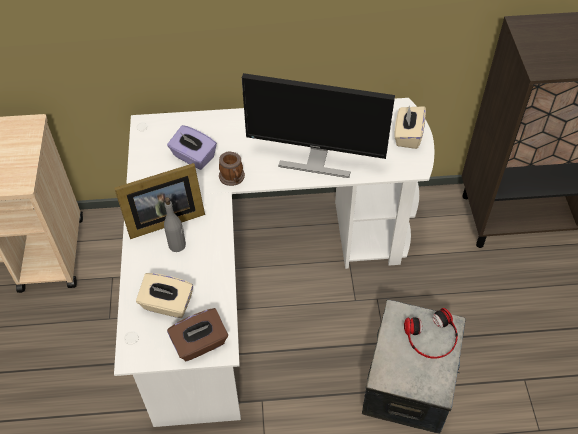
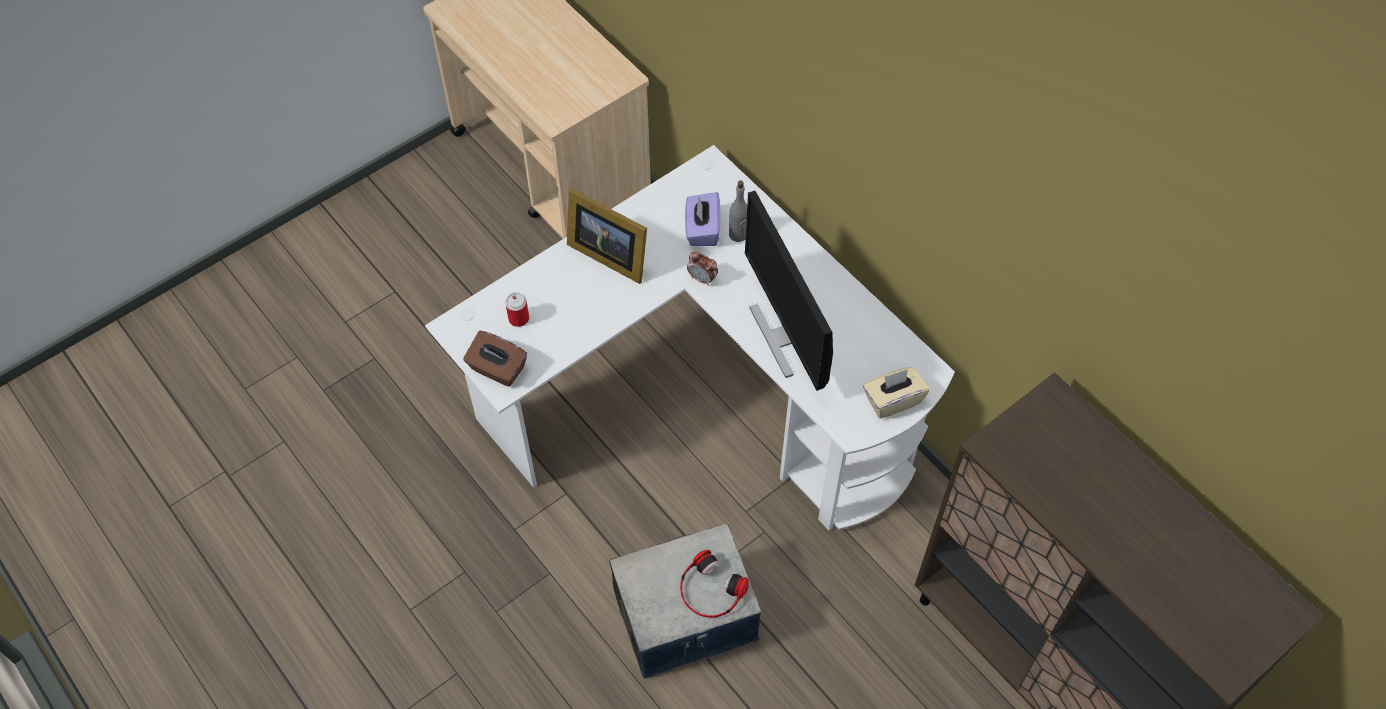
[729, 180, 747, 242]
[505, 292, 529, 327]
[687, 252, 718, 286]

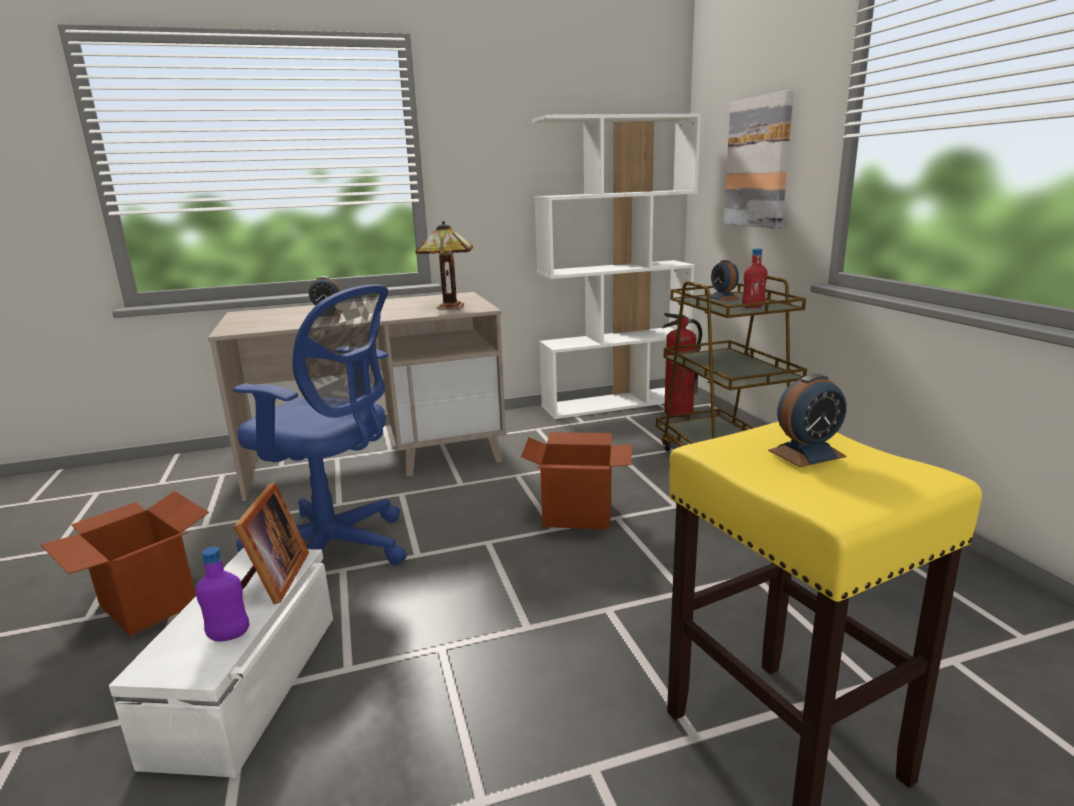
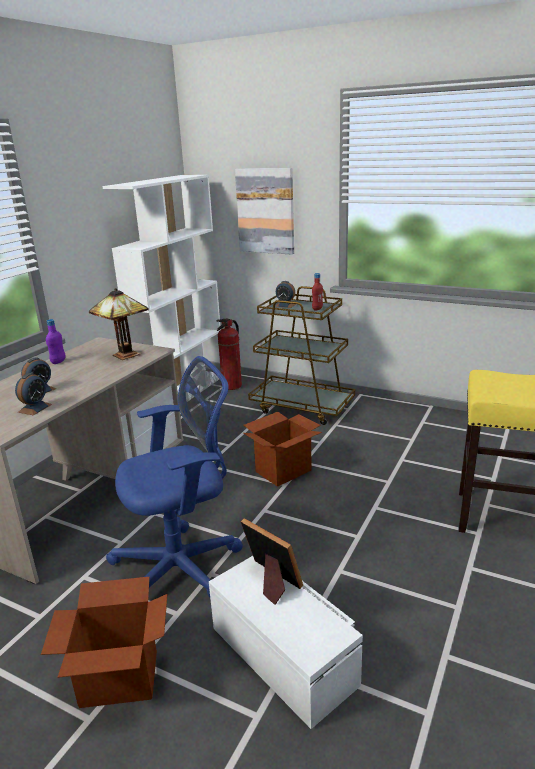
[46, 319, 66, 364]
[15, 373, 52, 415]

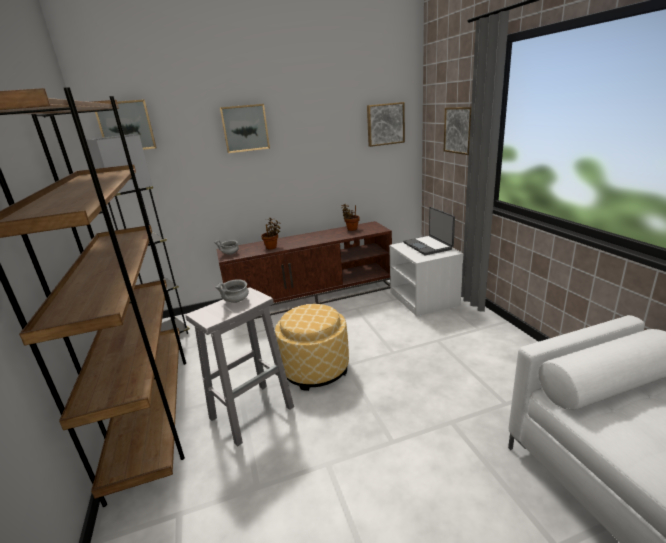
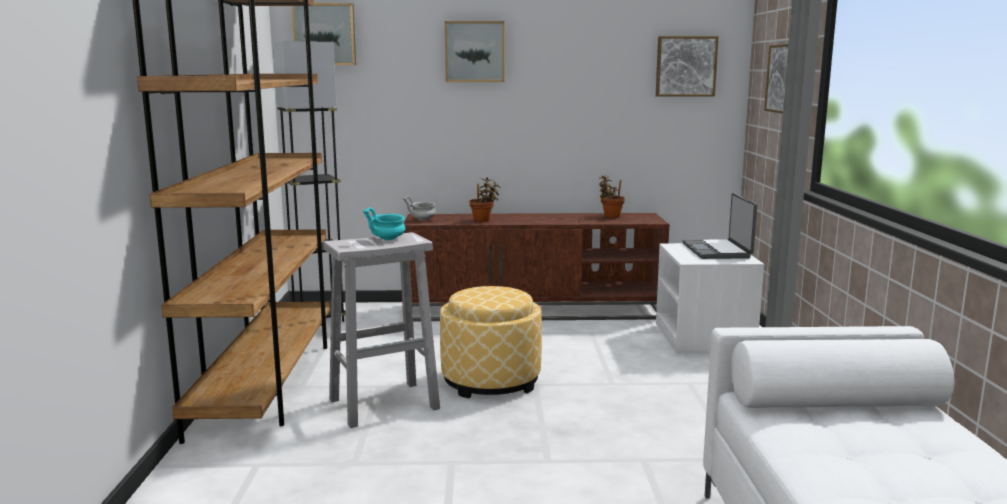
[363, 207, 405, 240]

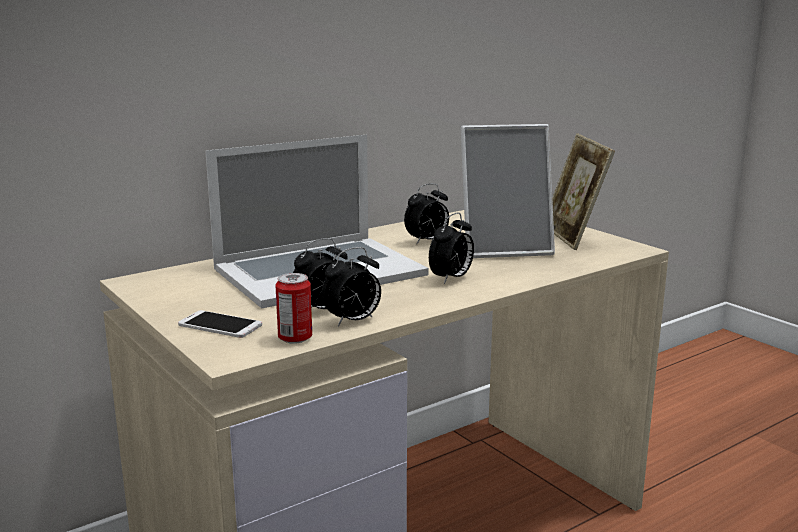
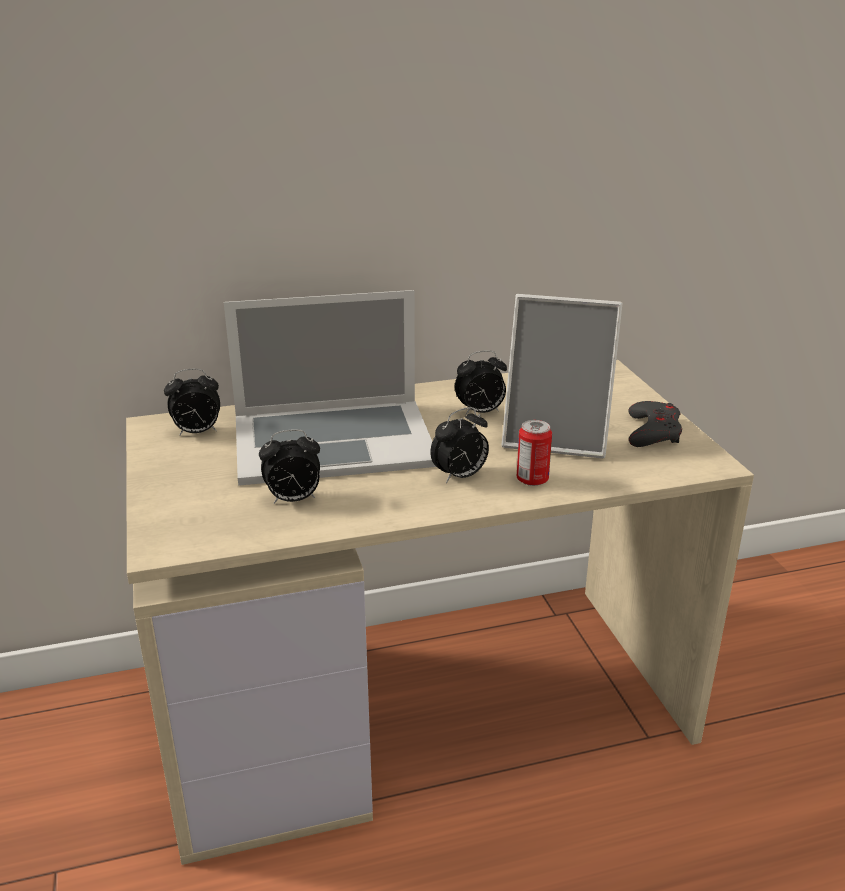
[178, 310, 262, 338] (first image)
[517, 420, 552, 486]
[164, 369, 220, 436]
[628, 401, 682, 447]

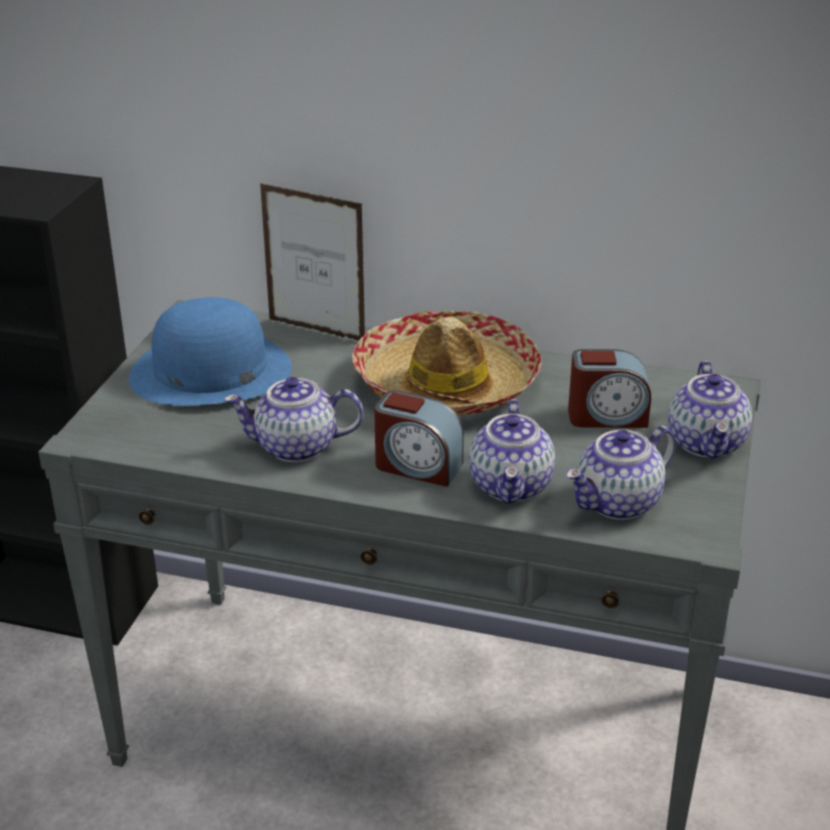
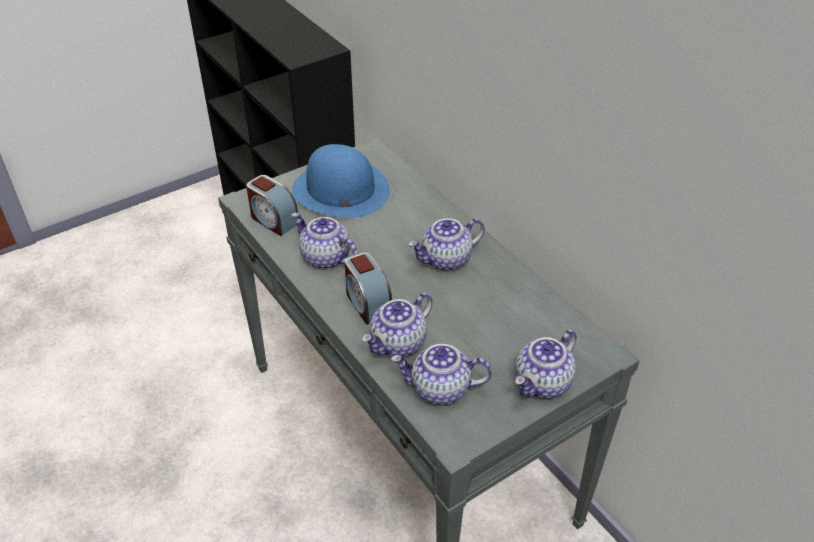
[260, 183, 365, 340] (first image)
[246, 175, 298, 236]
[409, 218, 485, 271]

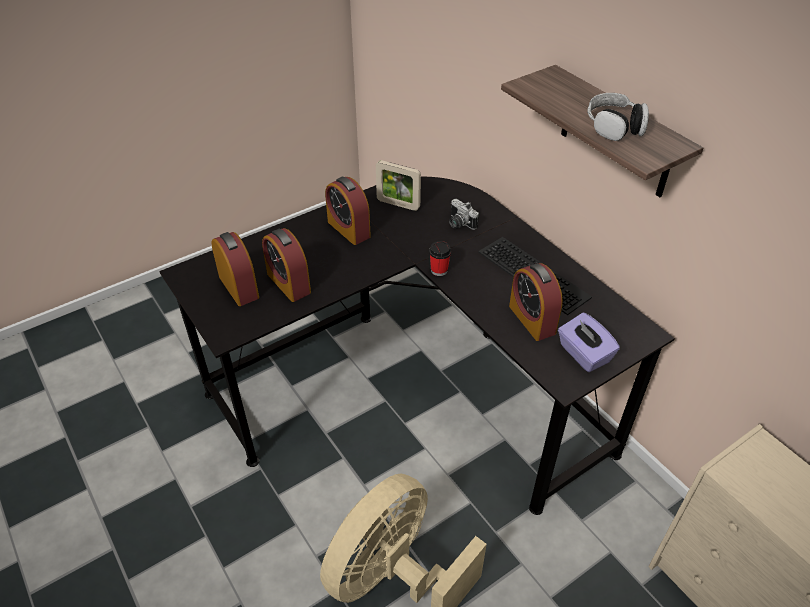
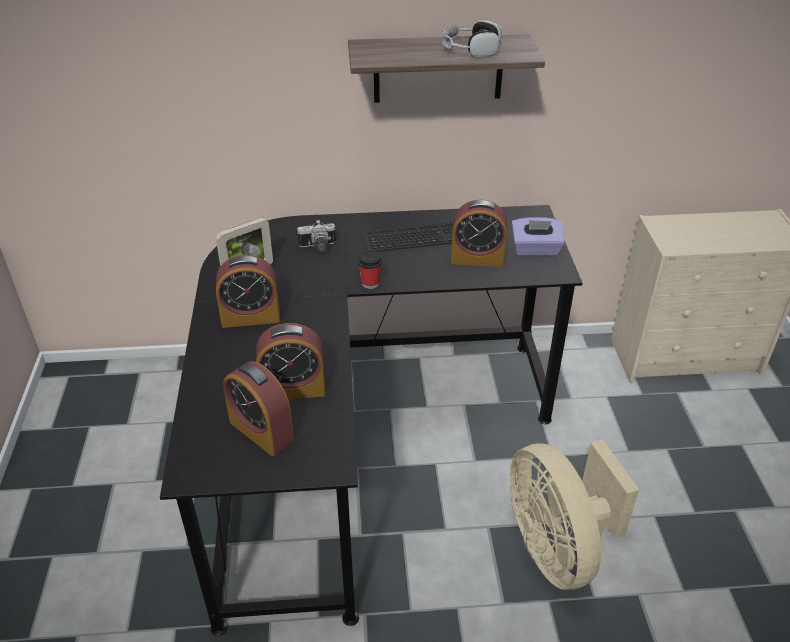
[223, 361, 294, 456]

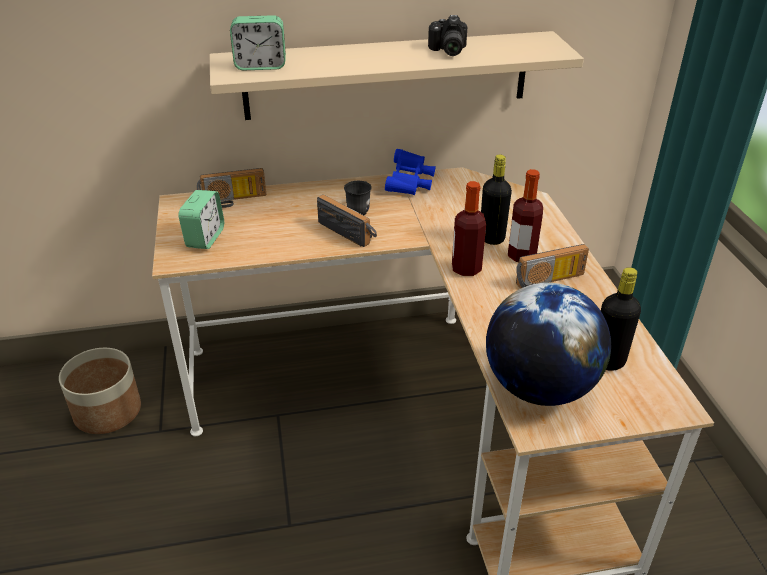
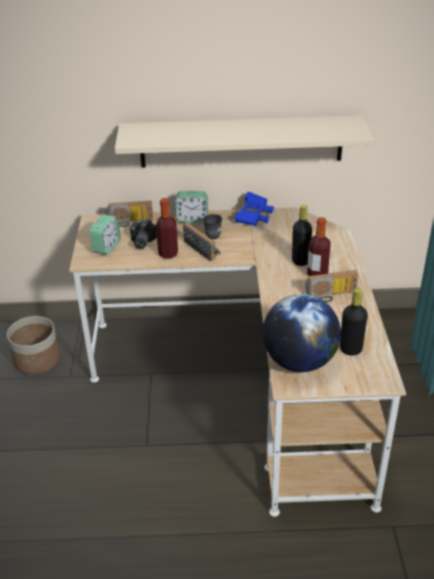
[175, 191, 208, 223]
[130, 219, 157, 249]
[156, 198, 178, 259]

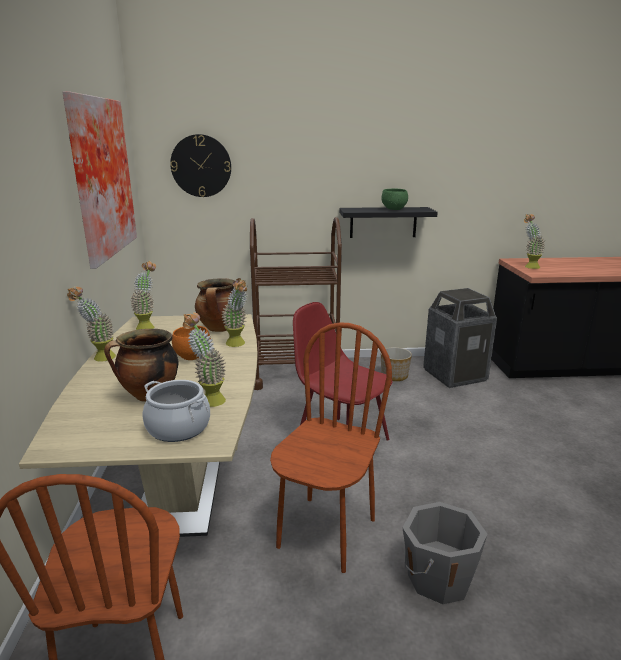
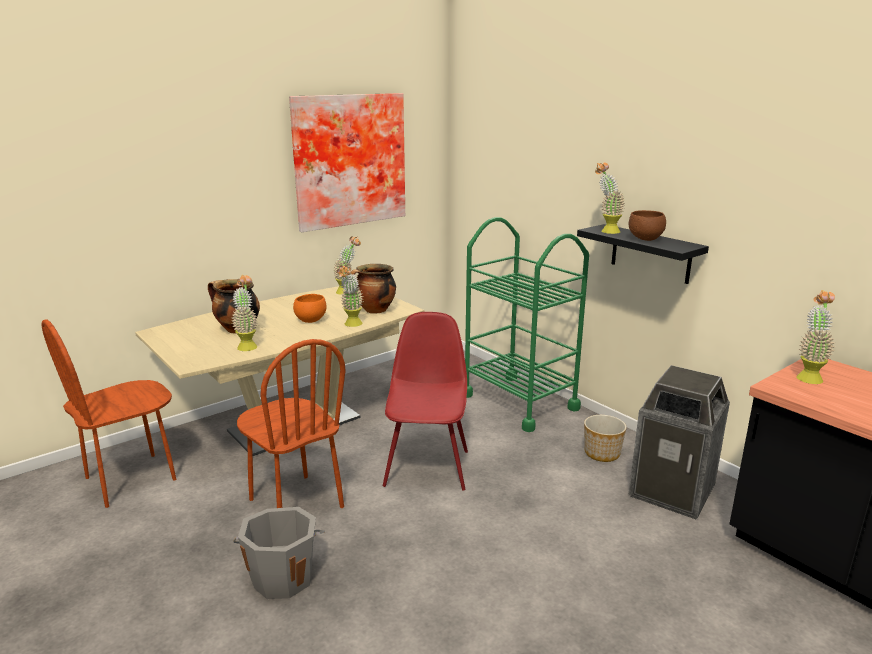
[143, 380, 210, 442] (first image)
[170, 134, 231, 197] (first image)
[595, 162, 625, 234]
[465, 217, 589, 432]
[629, 210, 666, 241]
[237, 339, 346, 508]

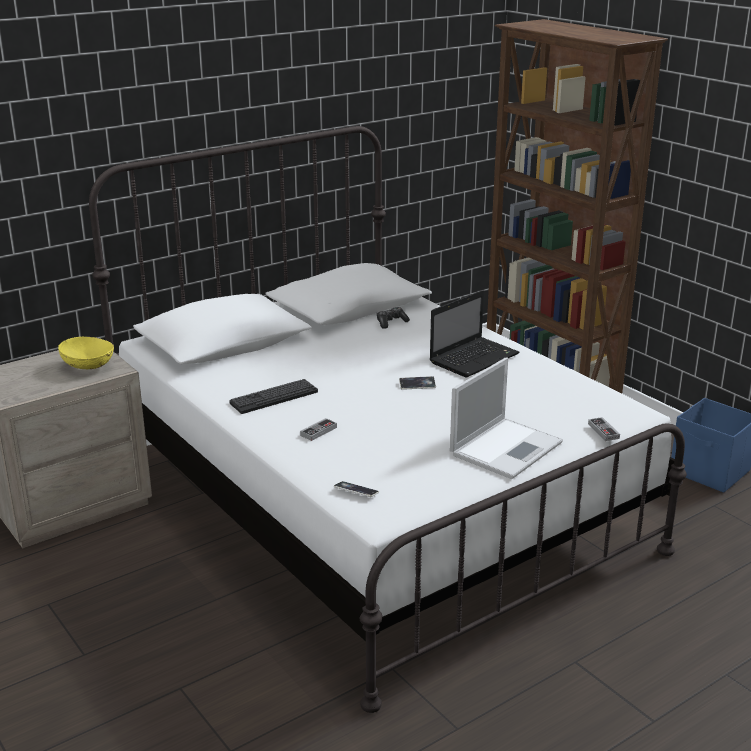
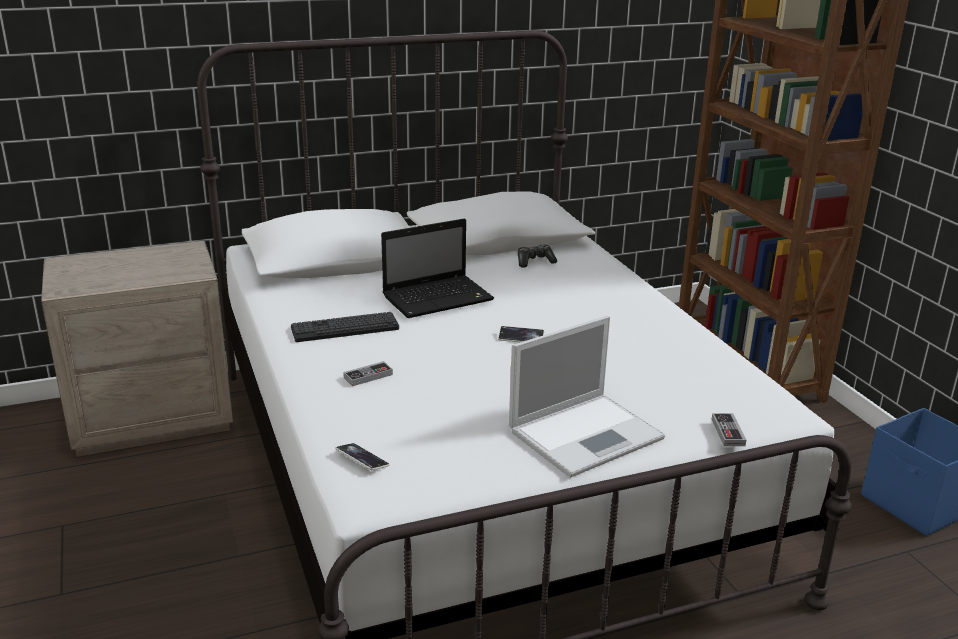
[58, 337, 114, 369] (first image)
[381, 218, 494, 318]

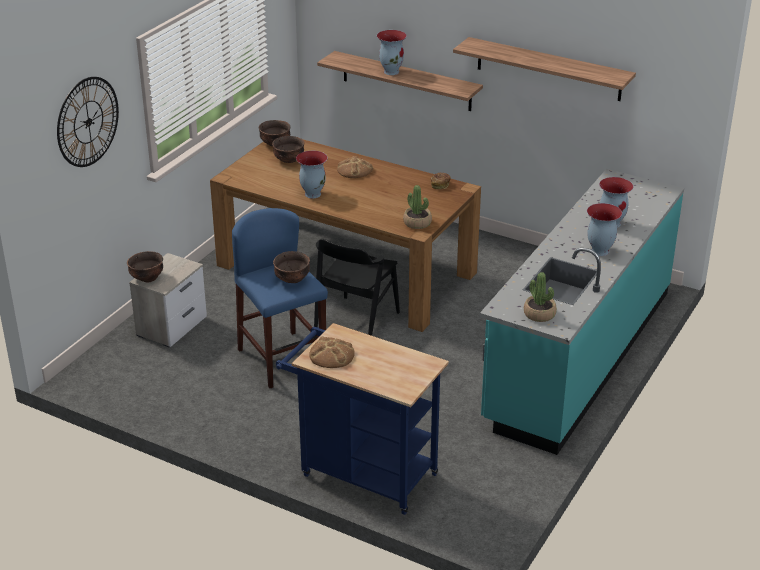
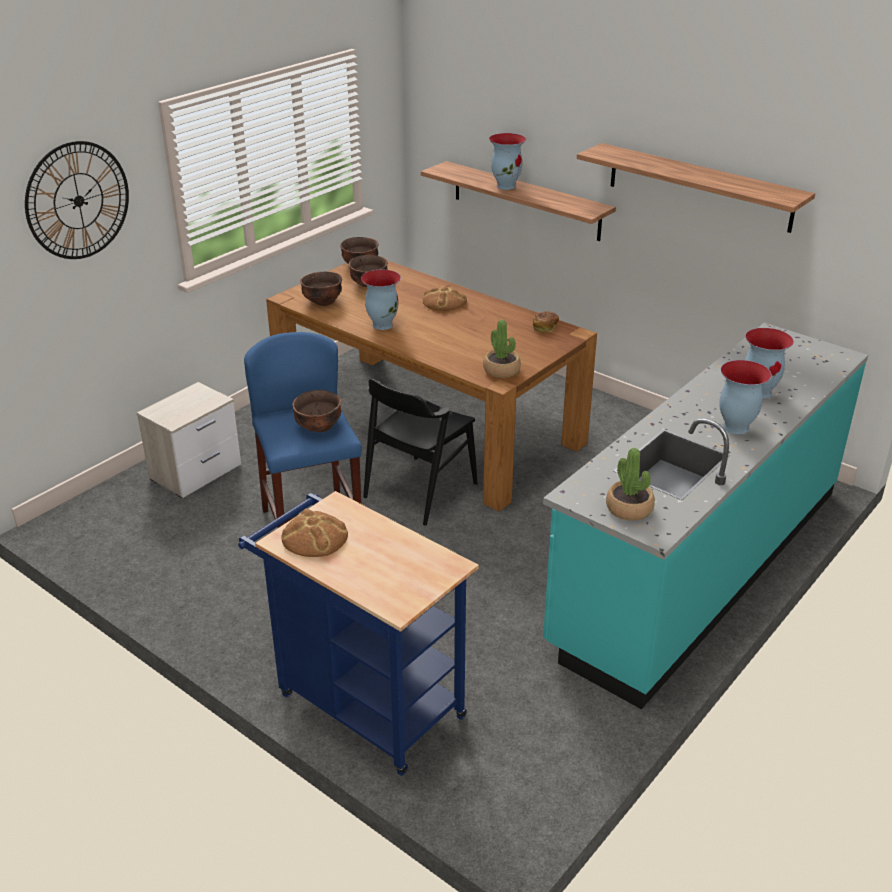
[300, 271, 342, 306]

